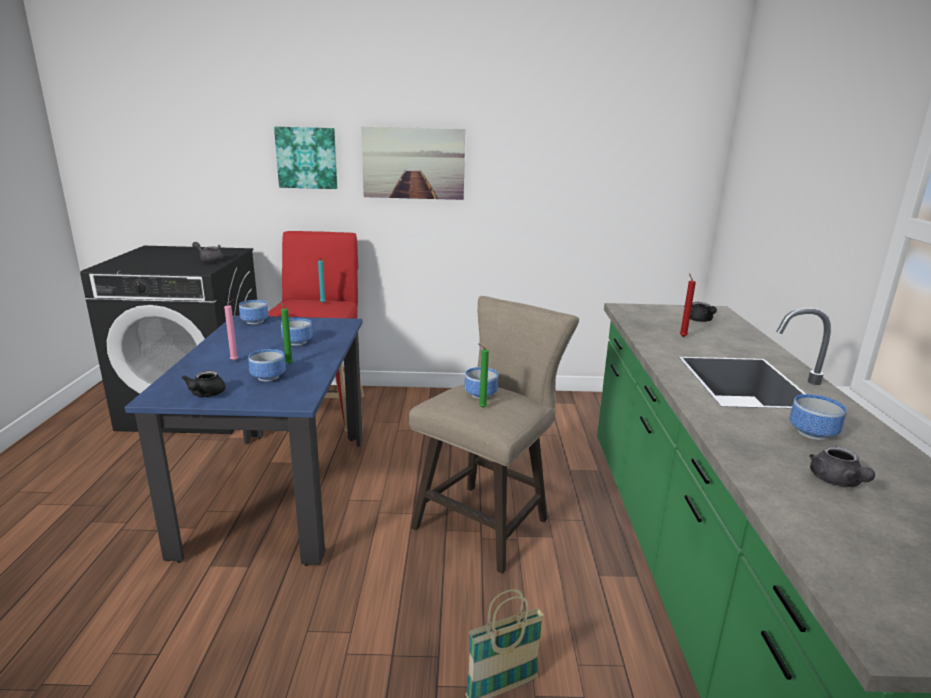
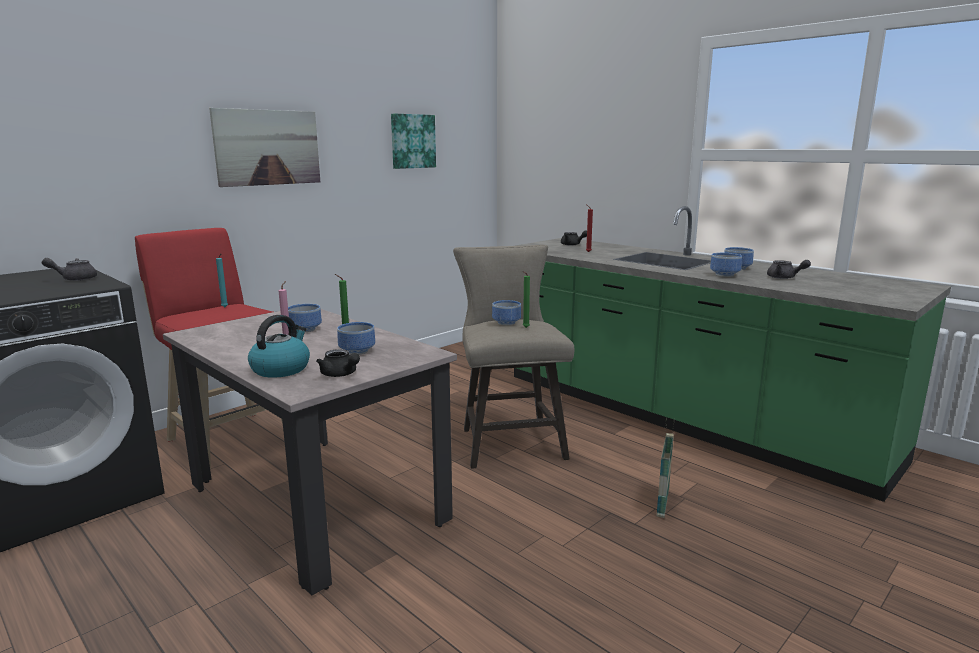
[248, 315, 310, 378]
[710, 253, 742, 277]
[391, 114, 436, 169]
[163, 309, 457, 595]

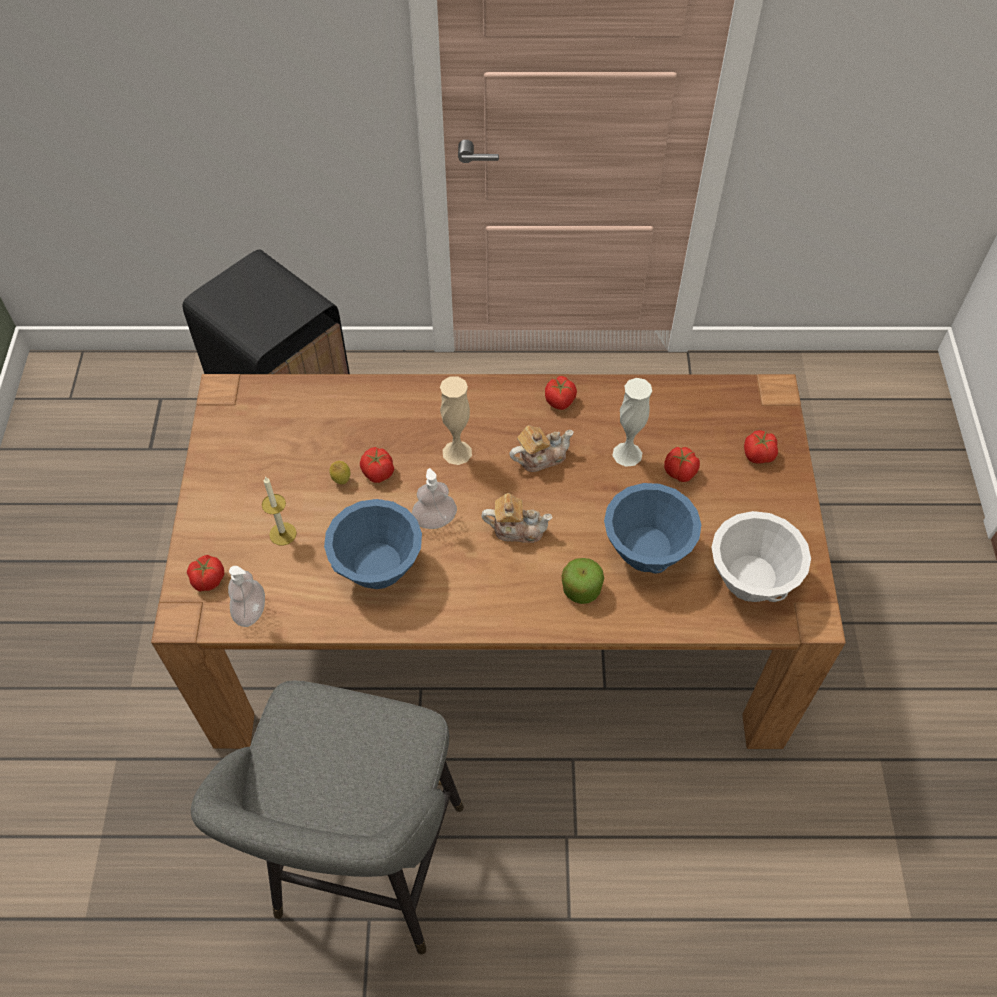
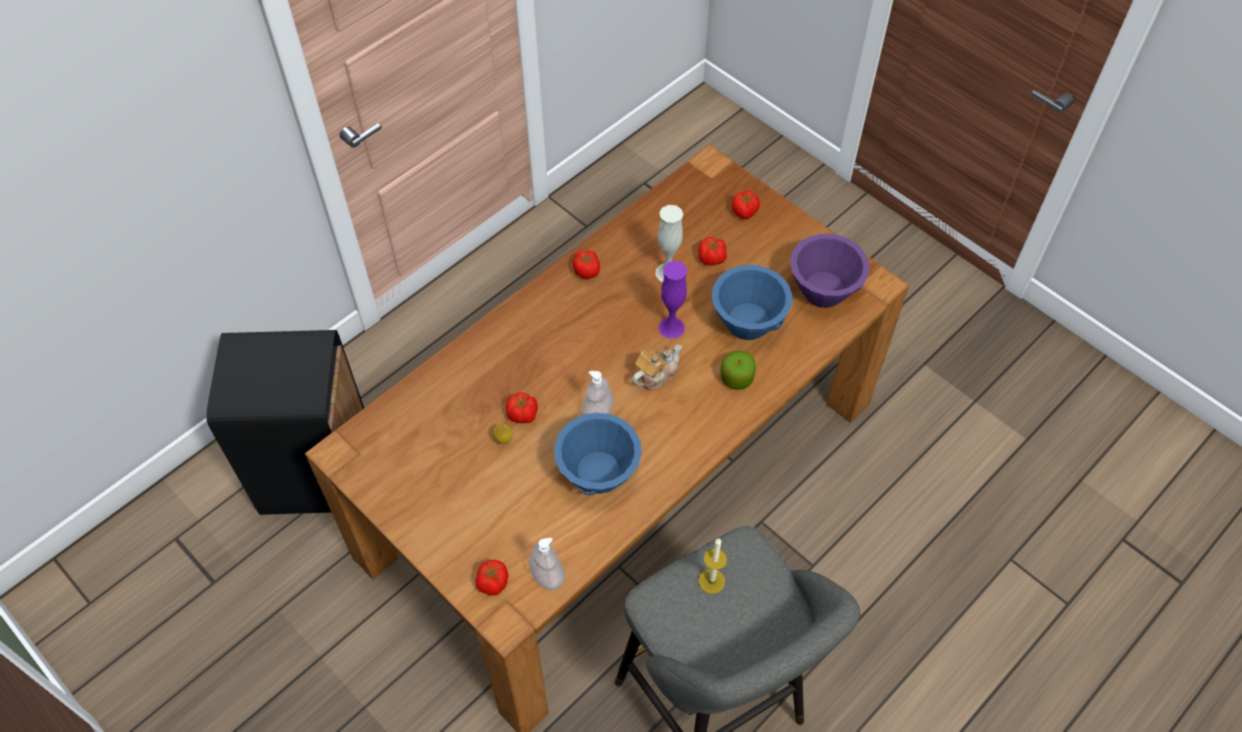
[440, 376, 472, 465] (first image)
[509, 425, 574, 472] (first image)
[658, 261, 687, 339]
[699, 538, 727, 594]
[790, 234, 870, 308]

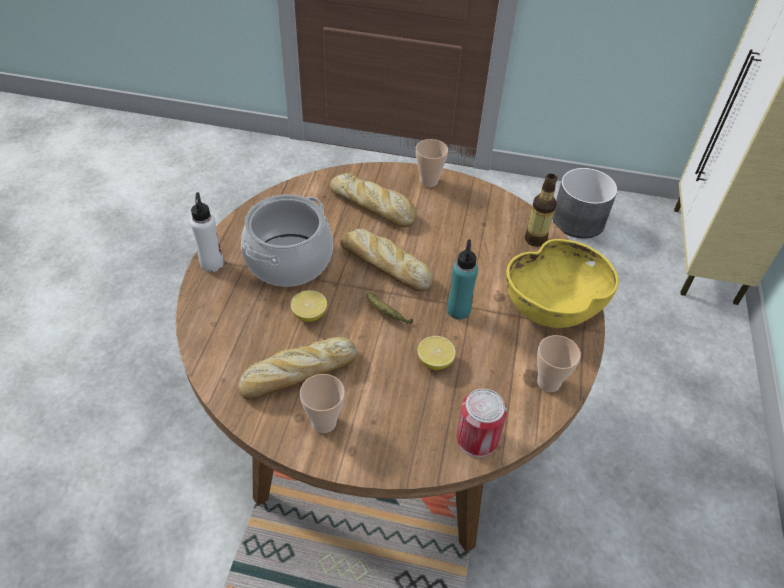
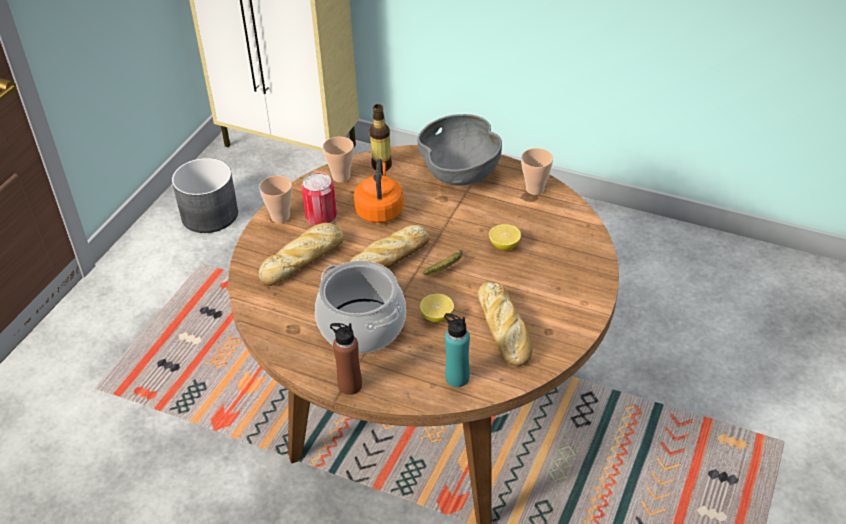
[354, 159, 404, 223]
[323, 137, 354, 183]
[444, 313, 470, 387]
[301, 173, 337, 226]
[330, 323, 362, 395]
[417, 114, 502, 186]

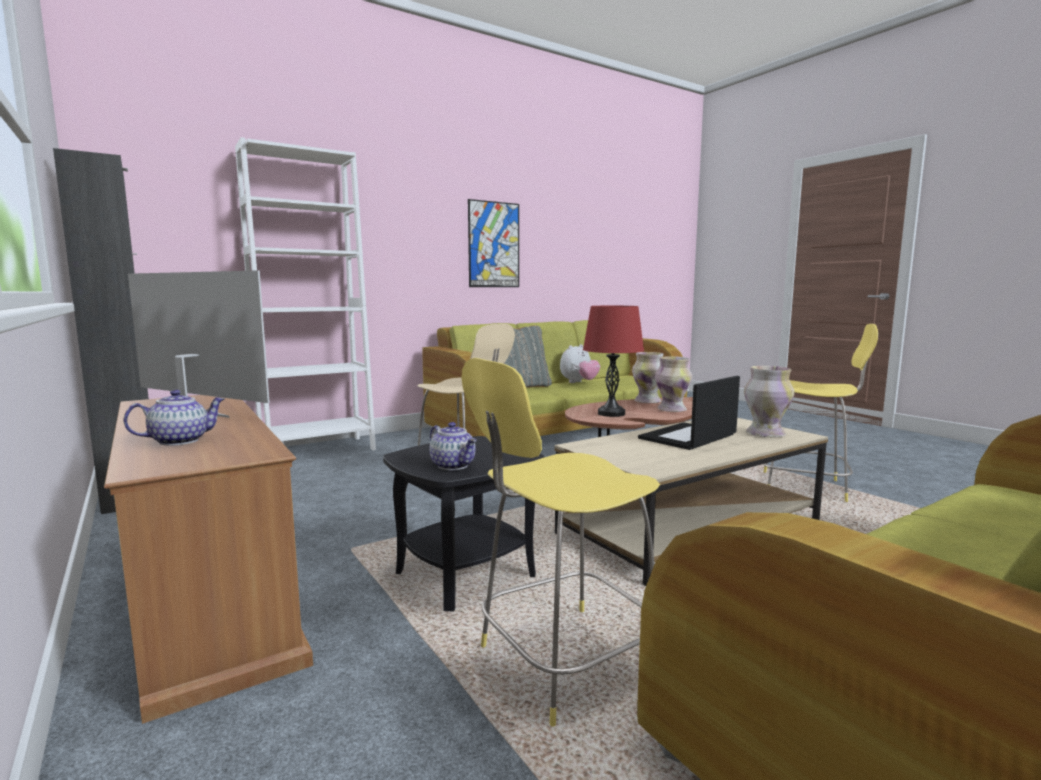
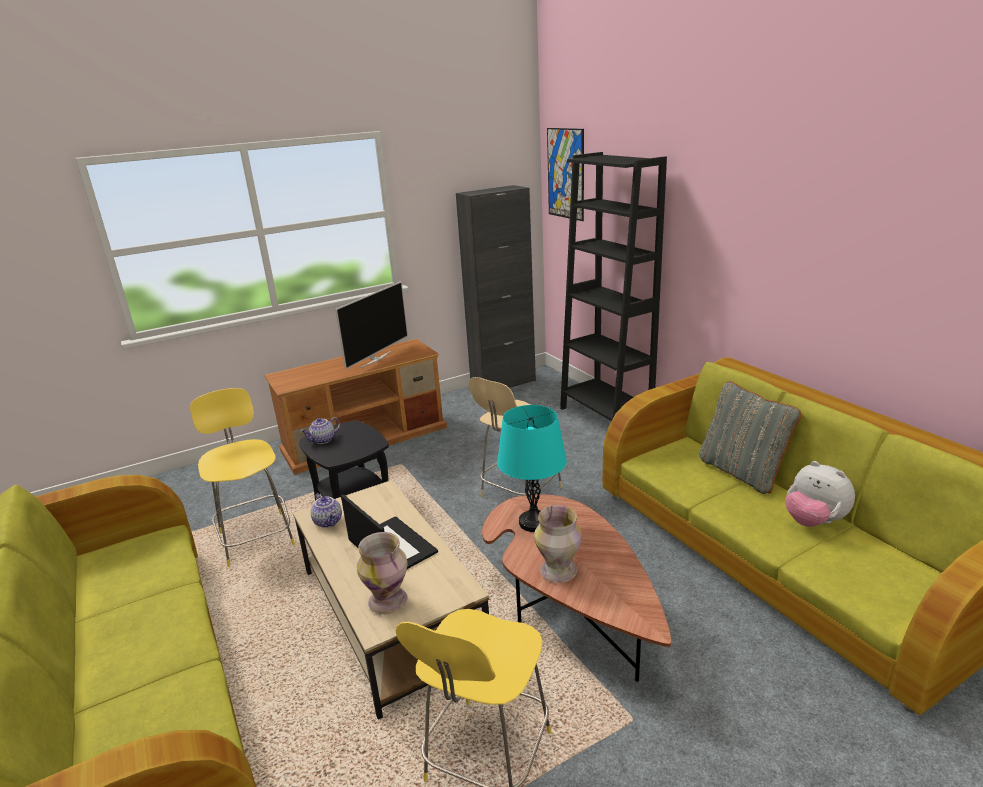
[632, 352, 663, 403] (first image)
[311, 493, 342, 528]
[547, 128, 584, 221]
[560, 152, 667, 421]
[497, 405, 567, 532]

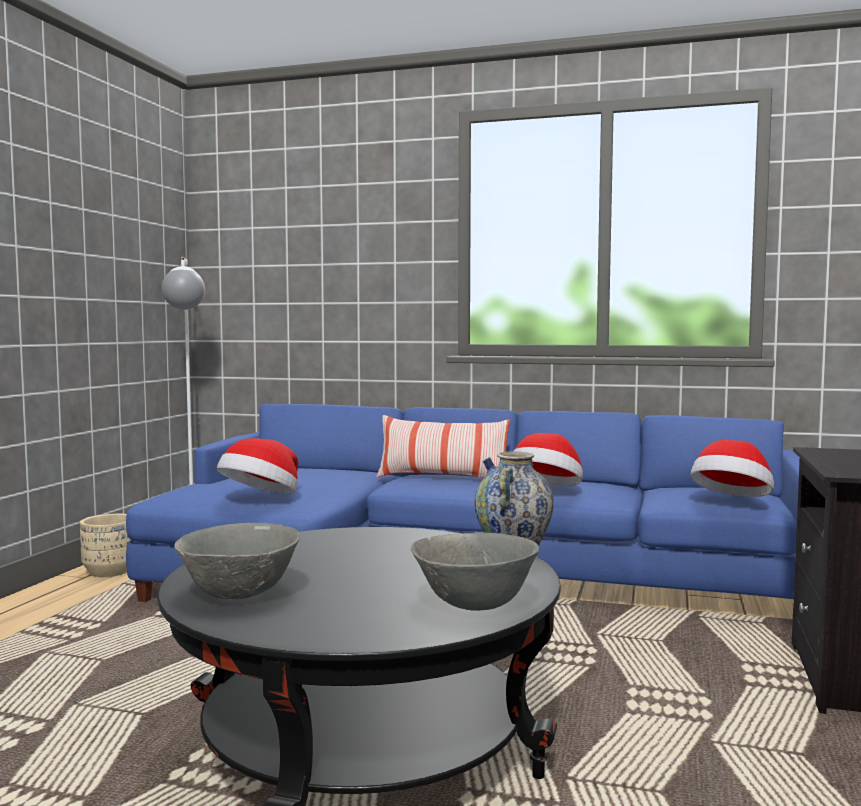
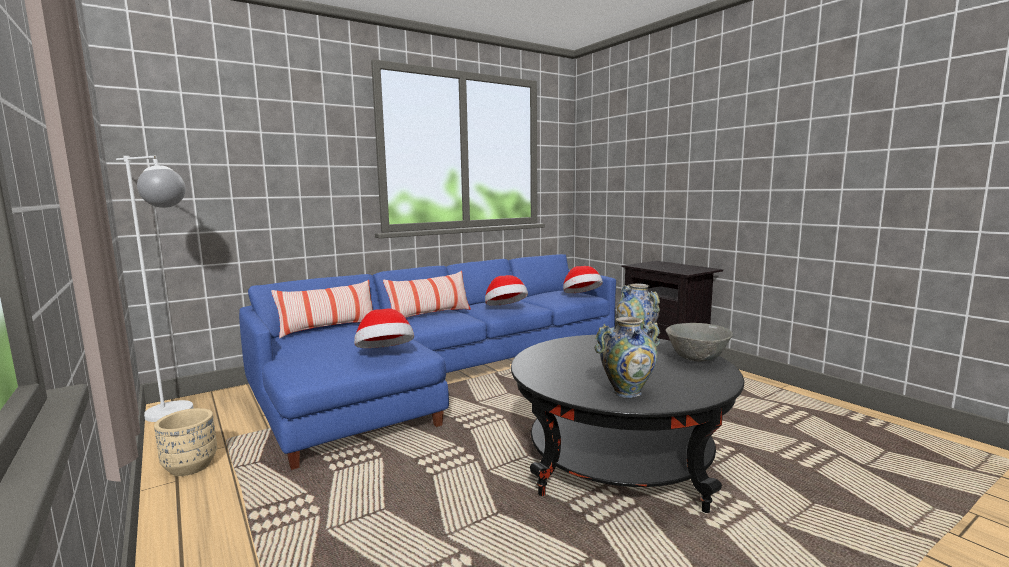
[271, 280, 373, 338]
[595, 317, 660, 398]

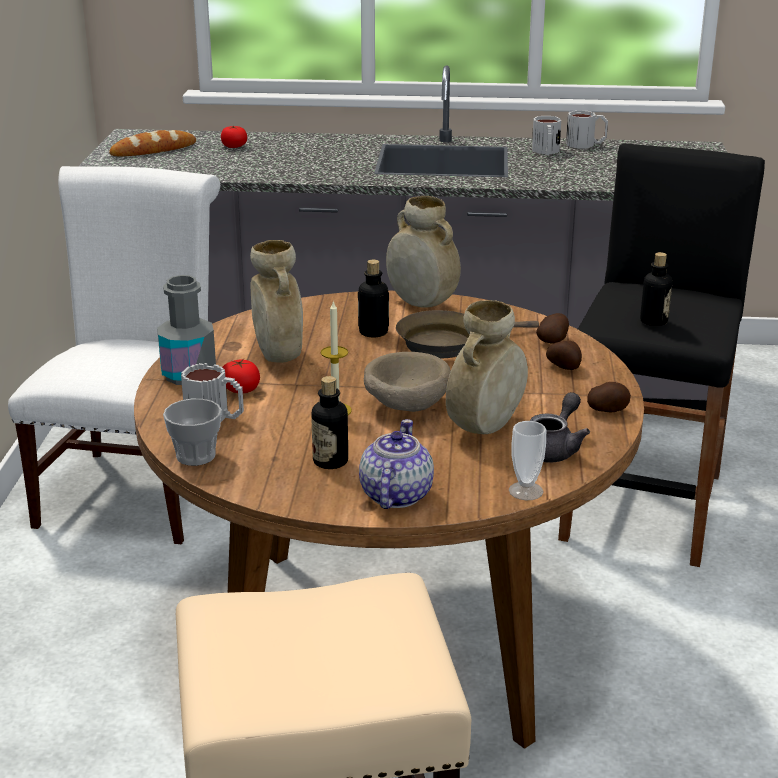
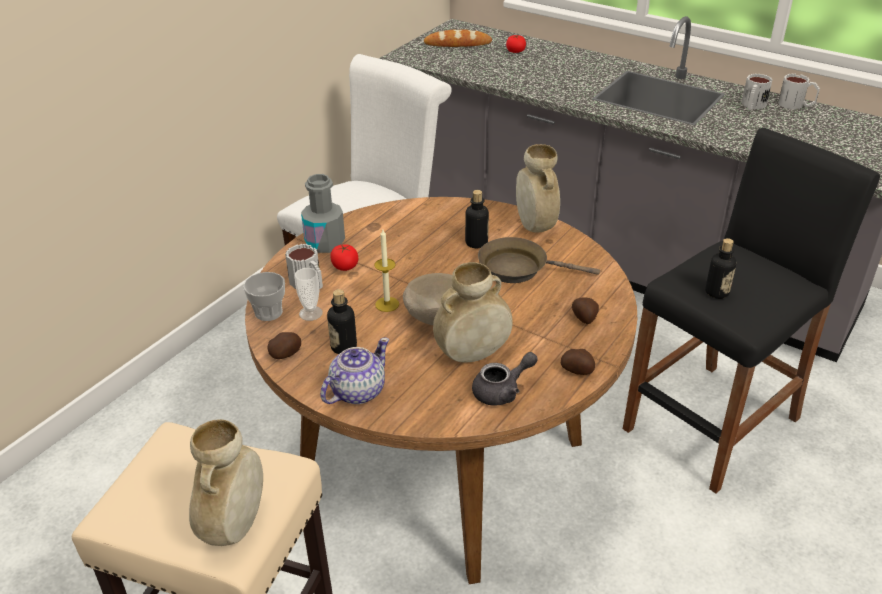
[189, 419, 263, 546]
[295, 268, 323, 321]
[268, 332, 301, 359]

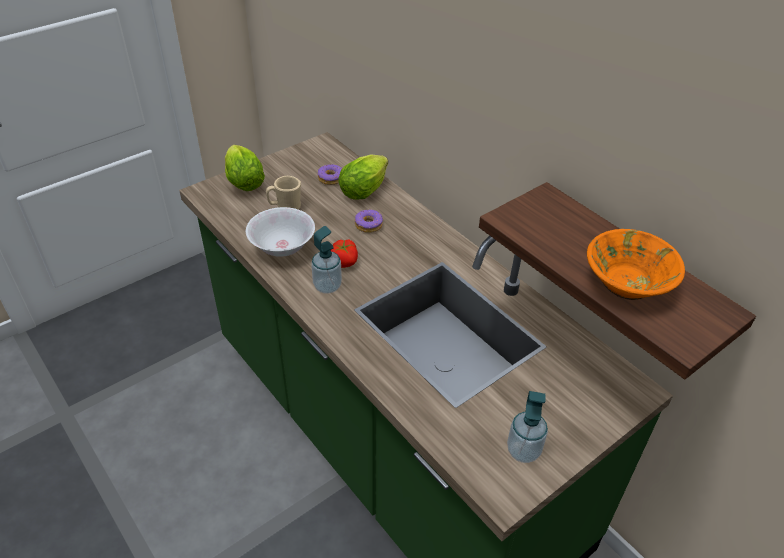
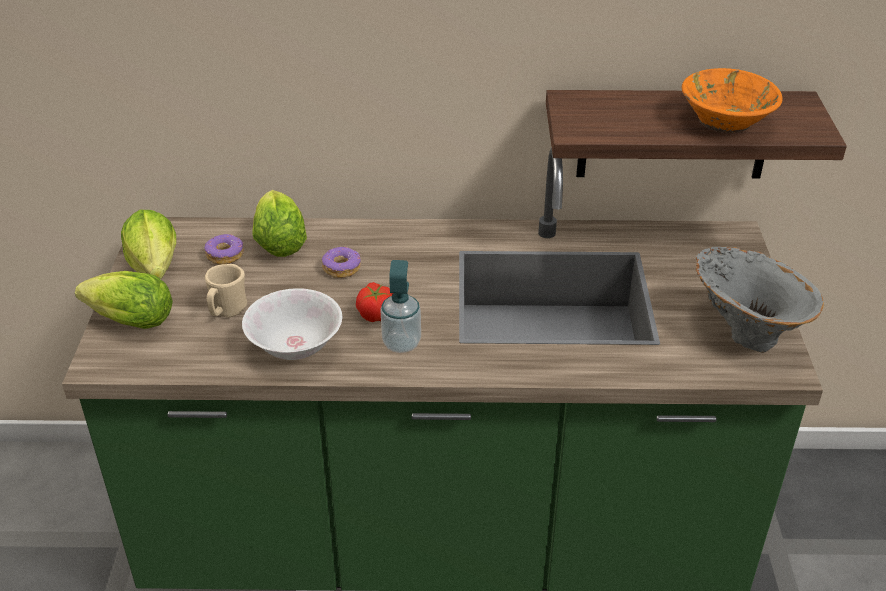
[121, 210, 176, 279]
[696, 247, 824, 352]

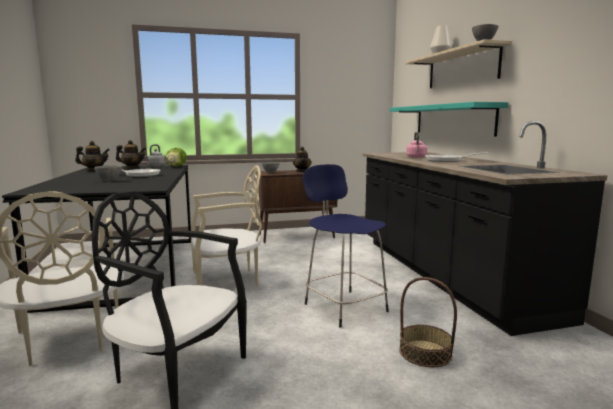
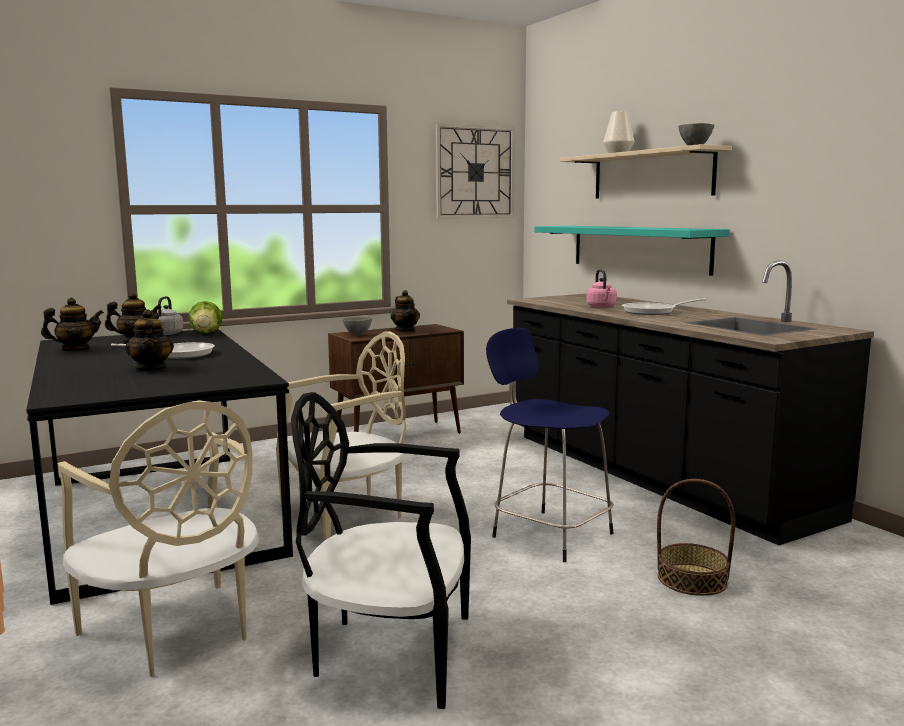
[435, 123, 515, 219]
[125, 309, 174, 371]

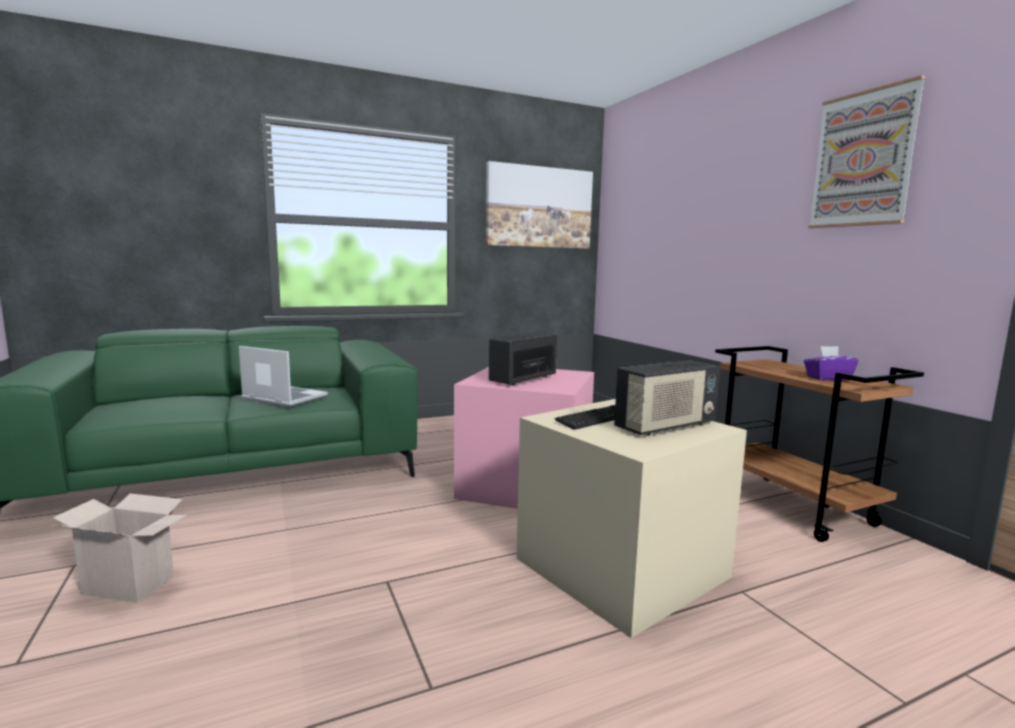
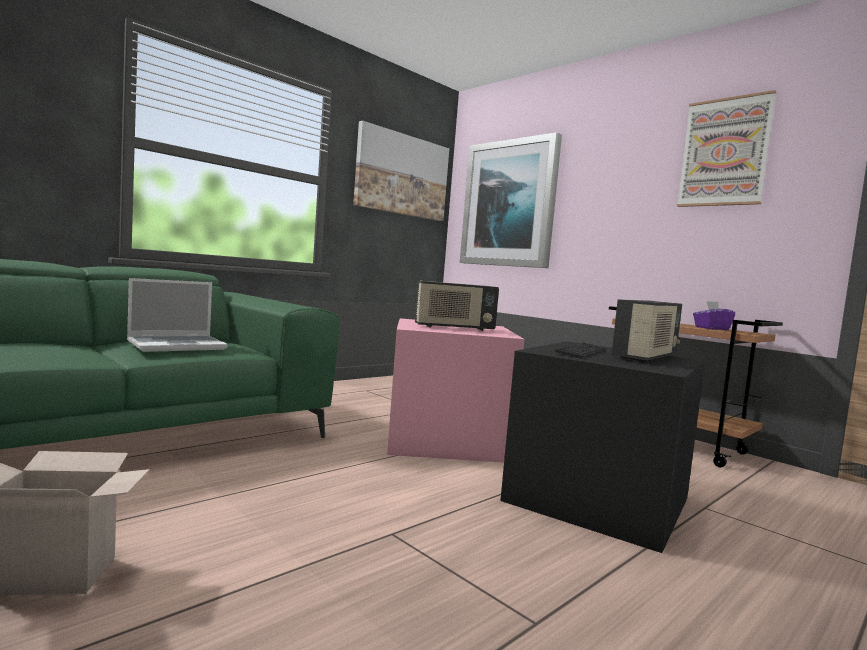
[460, 132, 562, 268]
[500, 341, 705, 553]
[127, 278, 228, 352]
[415, 280, 499, 331]

